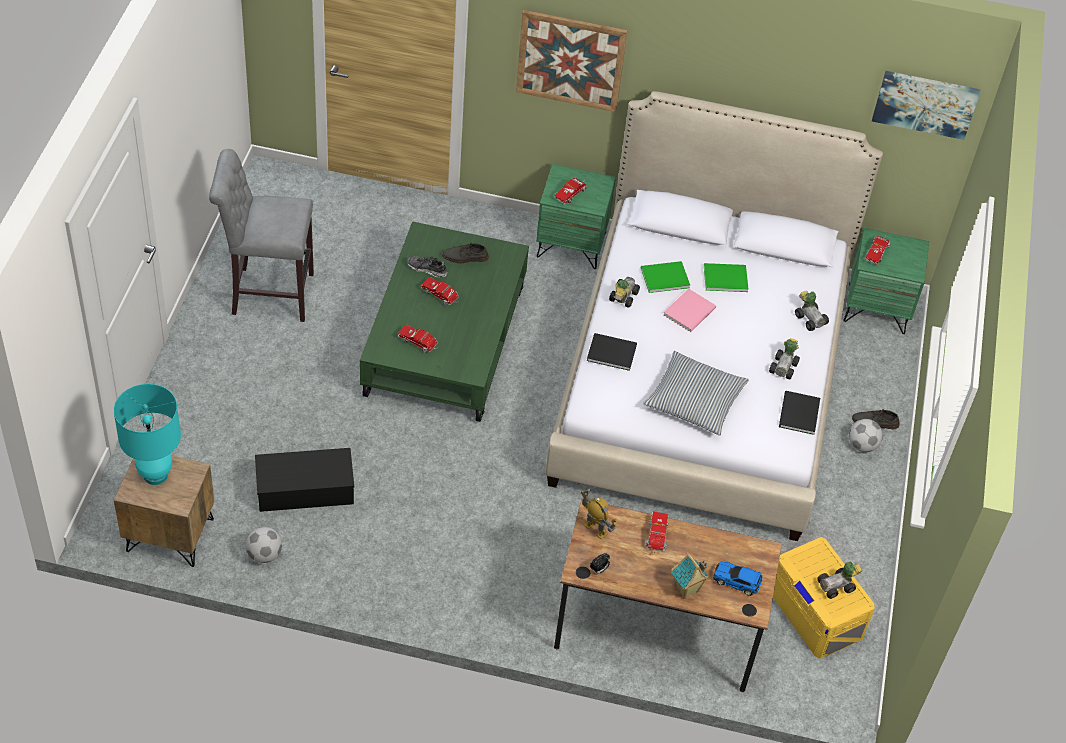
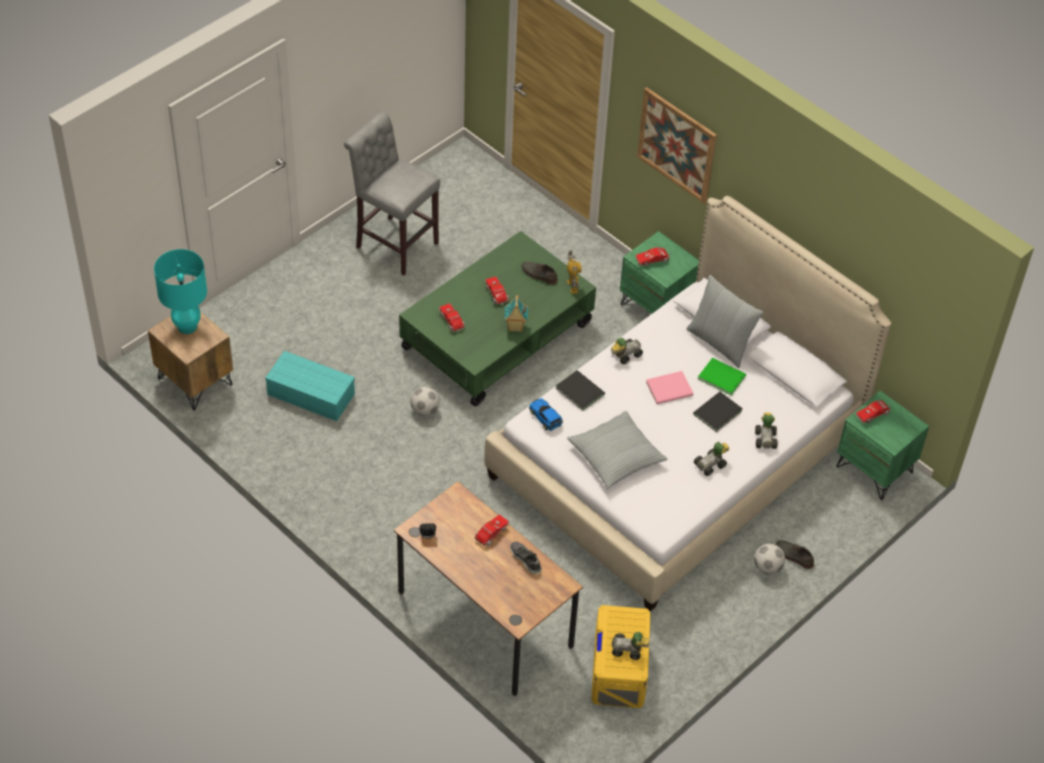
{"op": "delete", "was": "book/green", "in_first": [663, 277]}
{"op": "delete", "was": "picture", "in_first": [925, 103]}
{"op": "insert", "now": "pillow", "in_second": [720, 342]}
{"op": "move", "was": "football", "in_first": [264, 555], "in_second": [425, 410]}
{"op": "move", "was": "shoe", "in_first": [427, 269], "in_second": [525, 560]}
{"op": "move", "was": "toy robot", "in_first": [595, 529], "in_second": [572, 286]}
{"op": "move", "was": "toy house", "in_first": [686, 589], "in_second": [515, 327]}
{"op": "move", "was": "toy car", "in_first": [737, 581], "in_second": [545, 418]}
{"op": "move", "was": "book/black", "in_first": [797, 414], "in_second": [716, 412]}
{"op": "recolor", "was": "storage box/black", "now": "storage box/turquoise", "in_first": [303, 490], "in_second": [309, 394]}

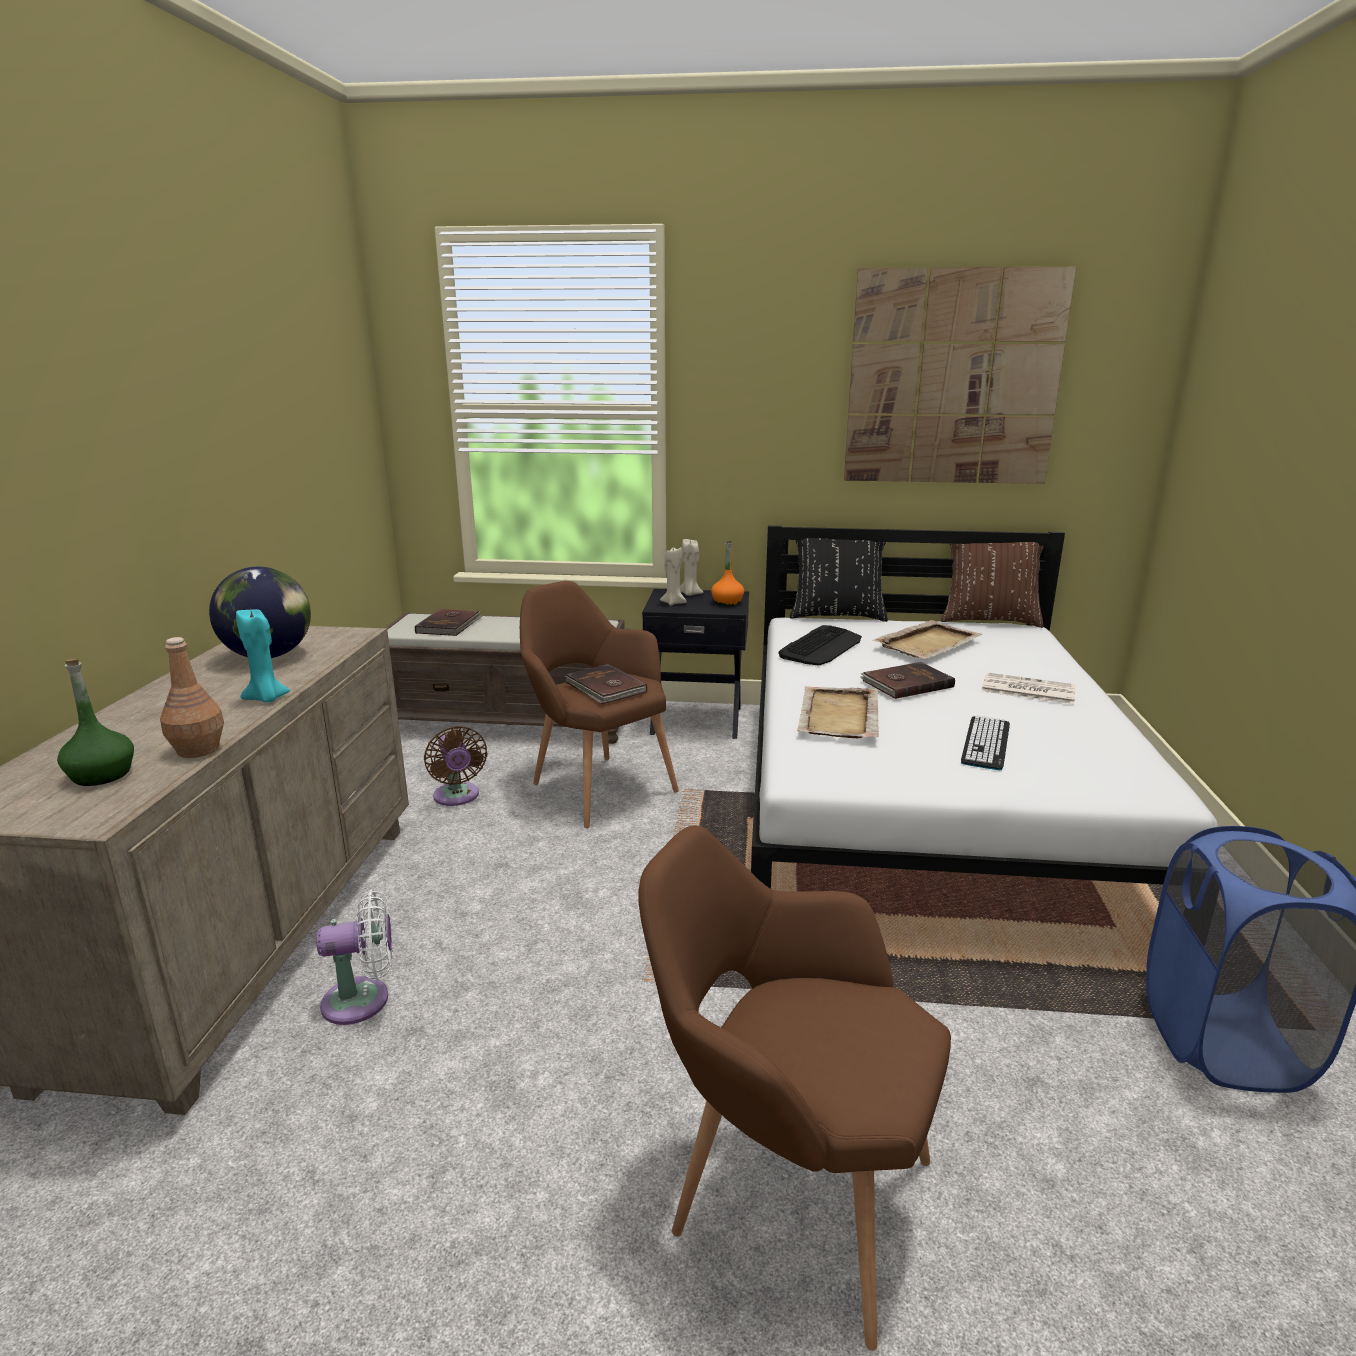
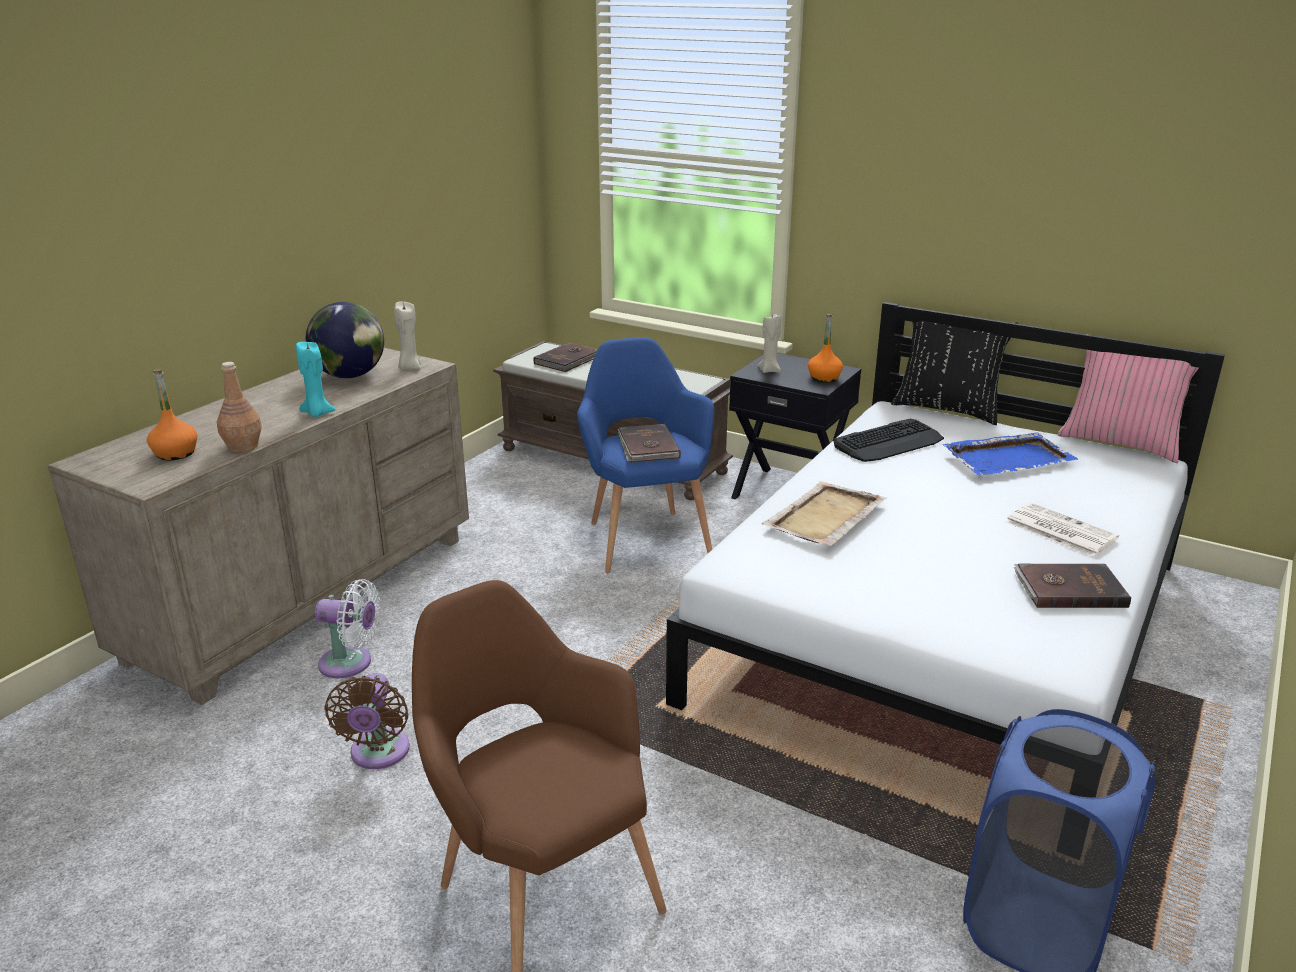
{"op": "delete", "was": "picture", "in_first": [953, 379]}
{"op": "delete", "was": "keyboard", "in_first": [986, 743]}
{"op": "move", "was": "fan/brown", "in_first": [457, 797], "in_second": [378, 754]}
{"op": "move", "was": "candle/beige", "in_first": [690, 594], "in_second": [409, 368]}
{"op": "move", "was": "book/brown", "in_first": [906, 683], "in_second": [1069, 589]}
{"op": "recolor", "was": "bottle/green", "now": "bottle/orange", "in_first": [101, 775], "in_second": [175, 453]}
{"op": "recolor", "was": "armchair/brown", "now": "armchair/blue", "in_first": [596, 785], "in_second": [644, 537]}
{"op": "recolor", "was": "tray/beige", "now": "tray/blue", "in_first": [928, 643], "in_second": [1009, 458]}
{"op": "recolor", "was": "pillow/brown", "now": "pillow/pink", "in_first": [989, 620], "in_second": [1120, 443]}

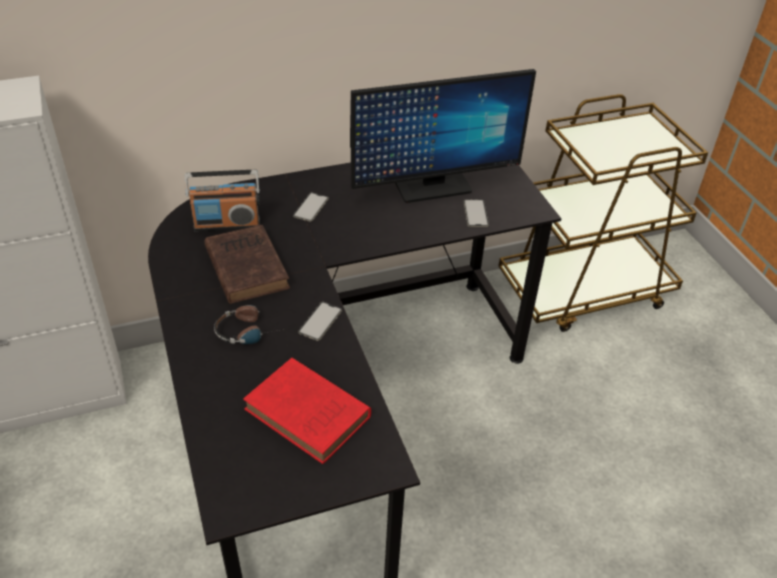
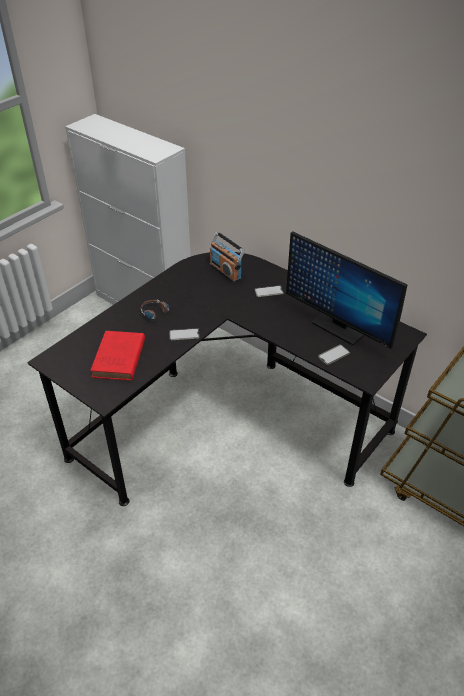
{"op": "delete", "was": "book/brown", "in_first": [246, 266]}

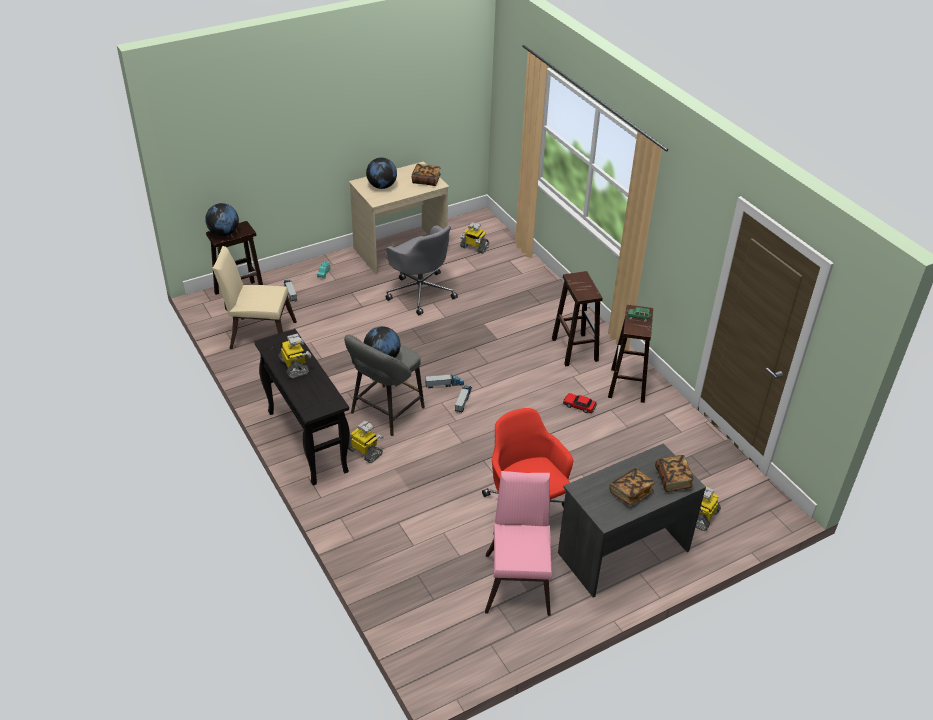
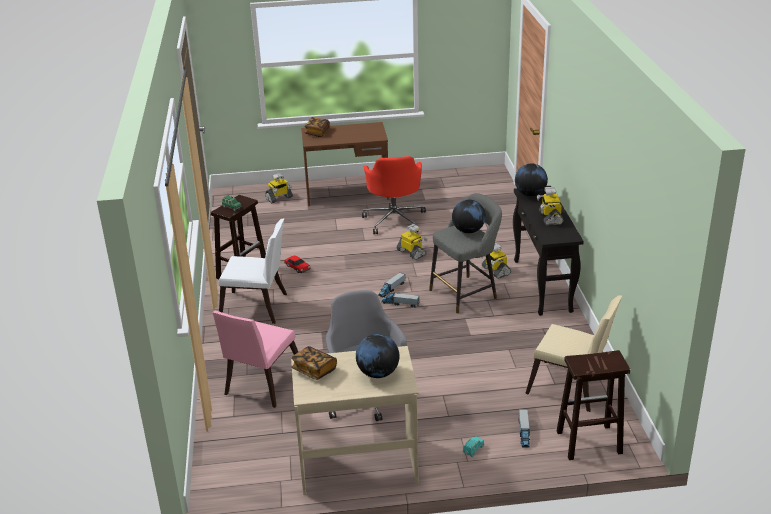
{"op": "delete", "was": "book", "in_first": [630, 492]}
{"op": "move", "was": "globe", "in_first": [224, 233], "in_second": [530, 194]}
{"op": "move", "was": "toy robot", "in_first": [474, 247], "in_second": [412, 253]}
{"op": "move", "was": "chair/pink", "in_first": [518, 579], "in_second": [261, 385]}
{"op": "replace", "was": "stool/brown", "now": "chair/white", "in_first": [574, 349], "in_second": [258, 308]}
{"op": "recolor", "was": "desk/grey", "now": "desk/brown", "in_first": [622, 551], "in_second": [347, 194]}

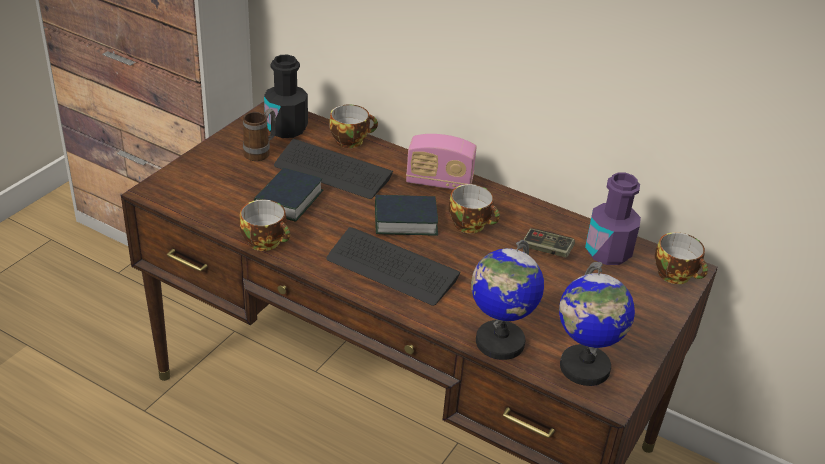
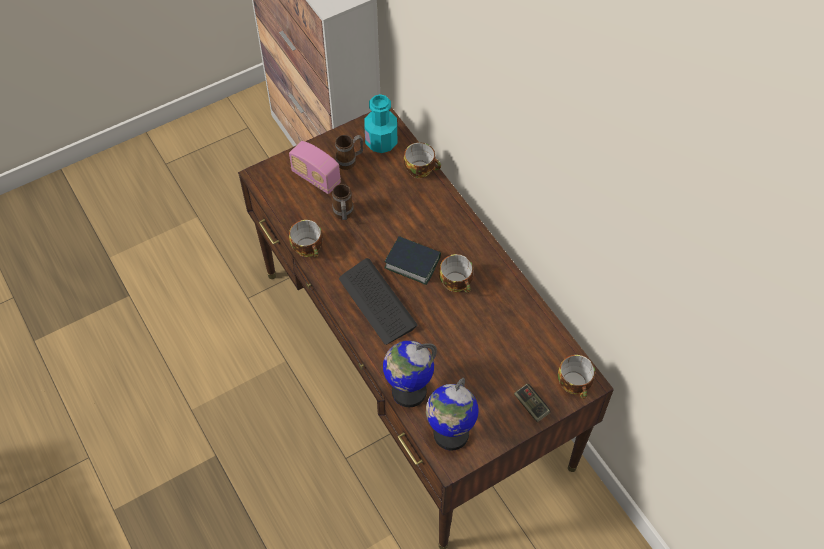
{"op": "delete", "was": "keyboard", "in_first": [332, 171]}
{"op": "delete", "was": "bottle/purple", "in_first": [608, 252]}
{"op": "move", "was": "radio", "in_first": [439, 182], "in_second": [316, 178]}
{"op": "move", "was": "game controller", "in_first": [547, 250], "in_second": [531, 406]}
{"op": "replace", "was": "book", "now": "mug", "in_first": [288, 200], "in_second": [343, 215]}
{"op": "recolor", "was": "bottle/black", "now": "bottle/turquoise", "in_first": [286, 128], "in_second": [381, 142]}

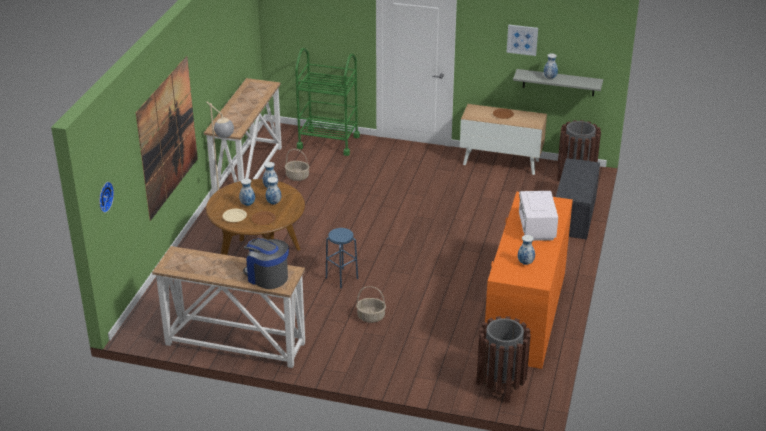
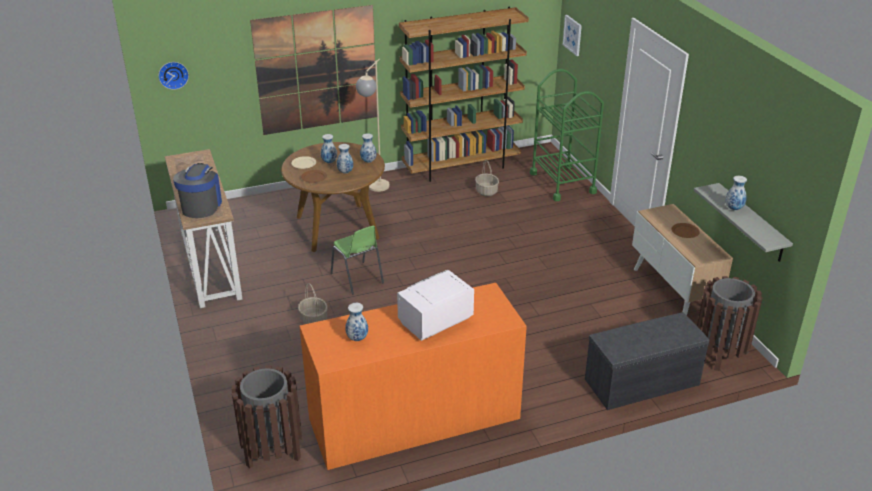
{"op": "move", "was": "picture", "in_first": [522, 39], "in_second": [572, 35]}
{"op": "replace", "was": "console table", "now": "bookcase/brown", "in_first": [248, 172], "in_second": [461, 167]}
{"op": "replace", "was": "stool/blue", "now": "chair/green", "in_first": [342, 278], "in_second": [357, 278]}

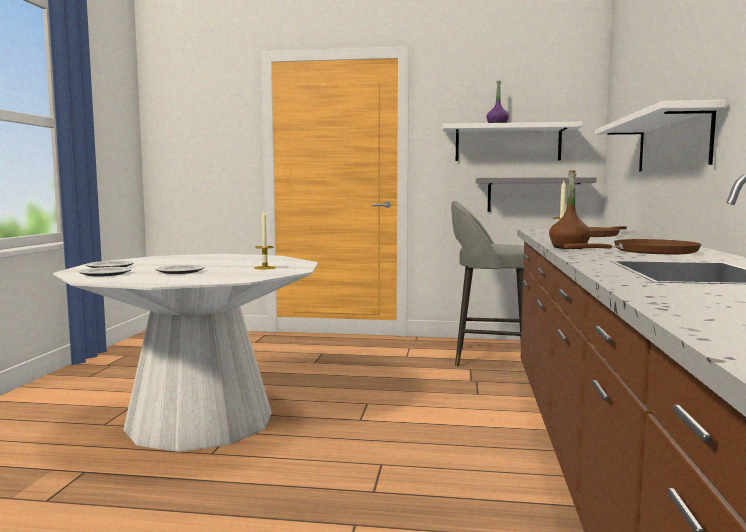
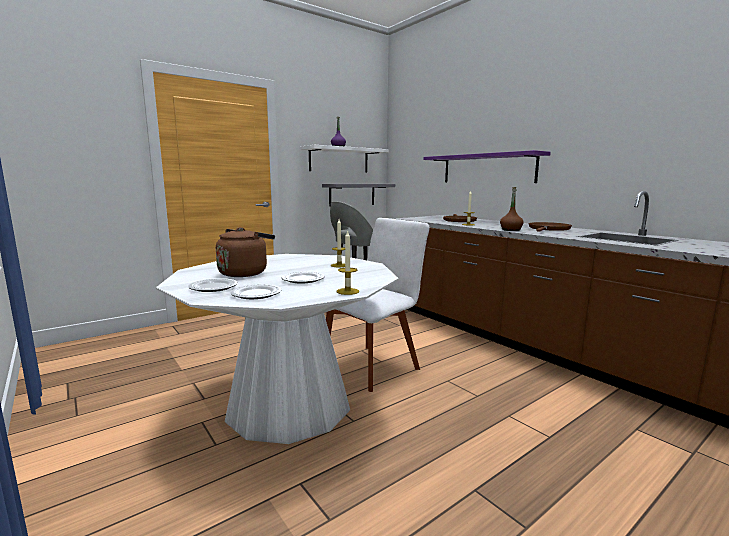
{"op": "insert", "now": "kettle/brown", "in_second": [245, 273]}
{"op": "insert", "now": "chair/white", "in_second": [373, 365]}
{"op": "insert", "now": "candle", "in_second": [347, 291]}
{"op": "recolor", "was": "shelf/white", "now": "shelf/purple", "in_first": [672, 143], "in_second": [487, 169]}

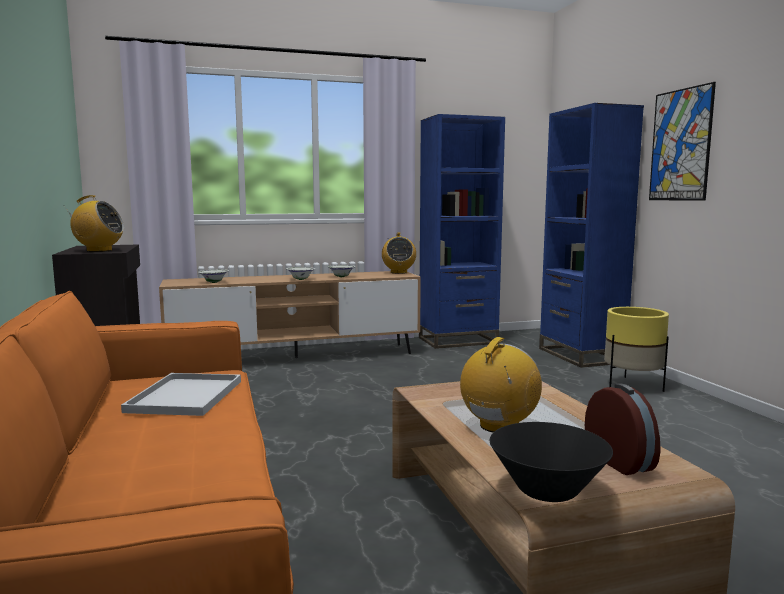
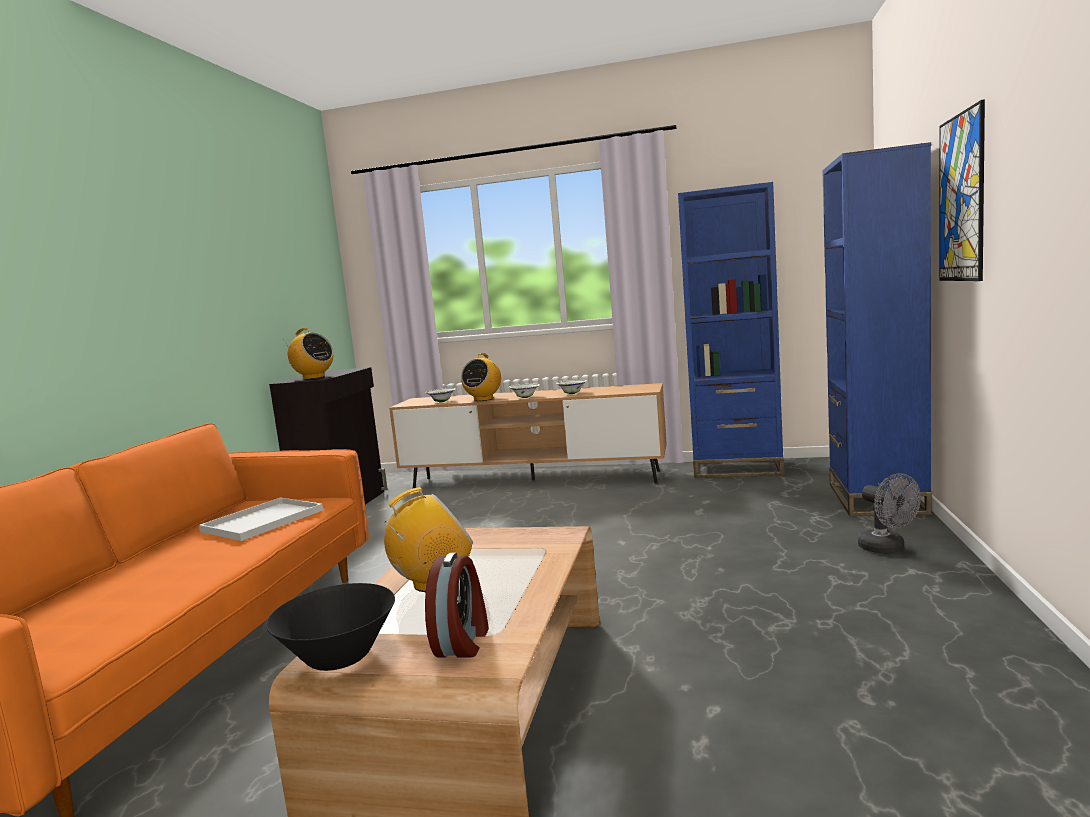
{"op": "move", "was": "radio", "in_first": [398, 272], "in_second": [483, 399]}
{"op": "replace", "was": "planter/yellow", "now": "fan/grey", "in_first": [632, 386], "in_second": [887, 549]}

